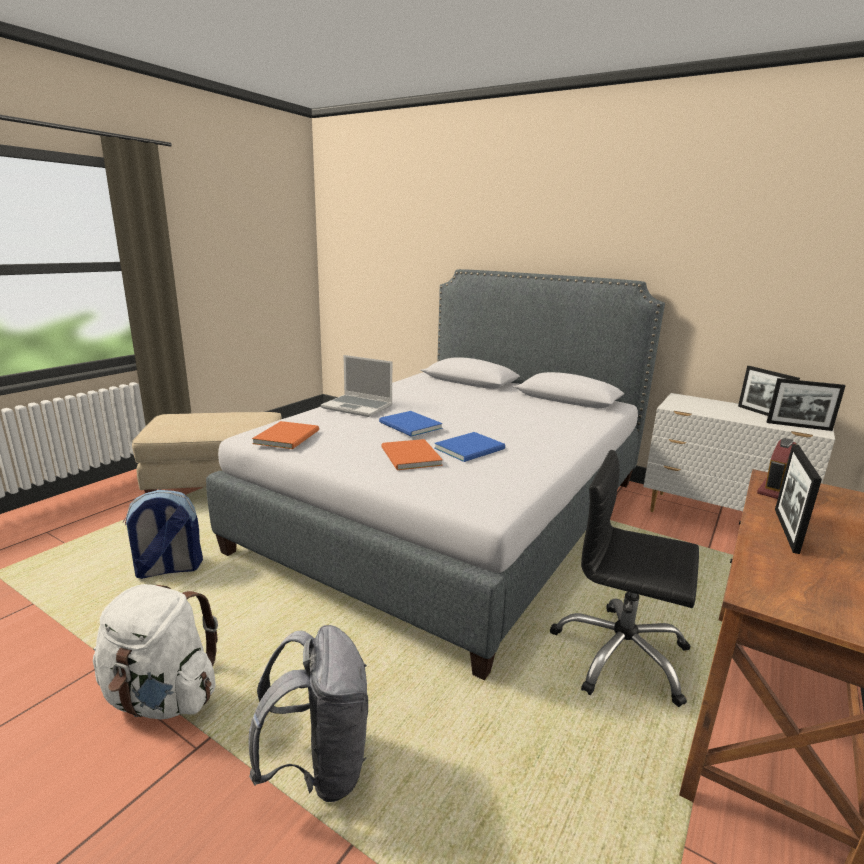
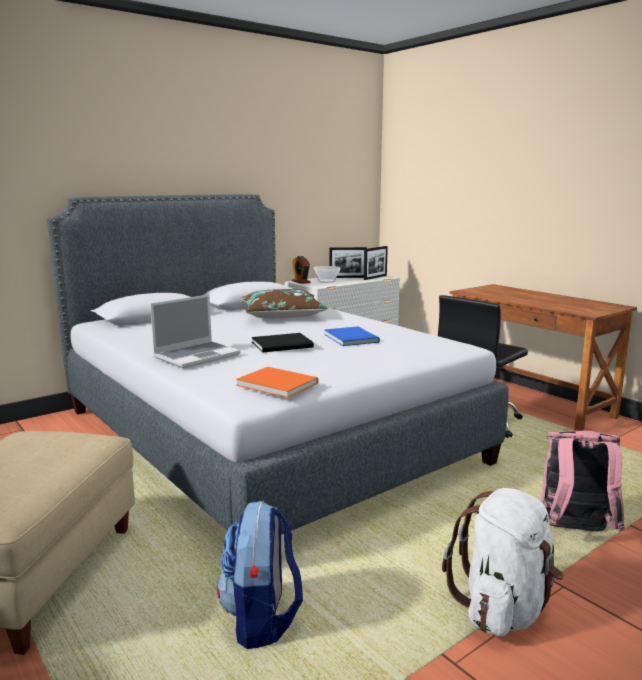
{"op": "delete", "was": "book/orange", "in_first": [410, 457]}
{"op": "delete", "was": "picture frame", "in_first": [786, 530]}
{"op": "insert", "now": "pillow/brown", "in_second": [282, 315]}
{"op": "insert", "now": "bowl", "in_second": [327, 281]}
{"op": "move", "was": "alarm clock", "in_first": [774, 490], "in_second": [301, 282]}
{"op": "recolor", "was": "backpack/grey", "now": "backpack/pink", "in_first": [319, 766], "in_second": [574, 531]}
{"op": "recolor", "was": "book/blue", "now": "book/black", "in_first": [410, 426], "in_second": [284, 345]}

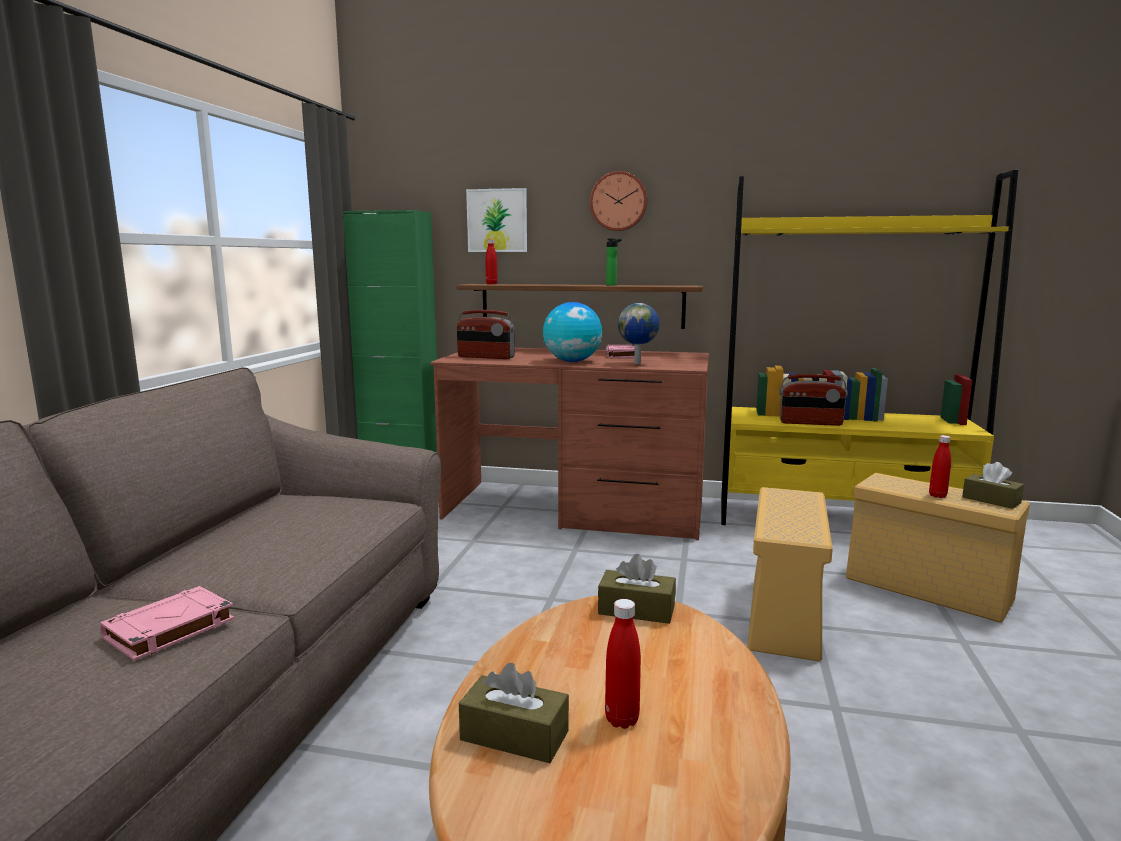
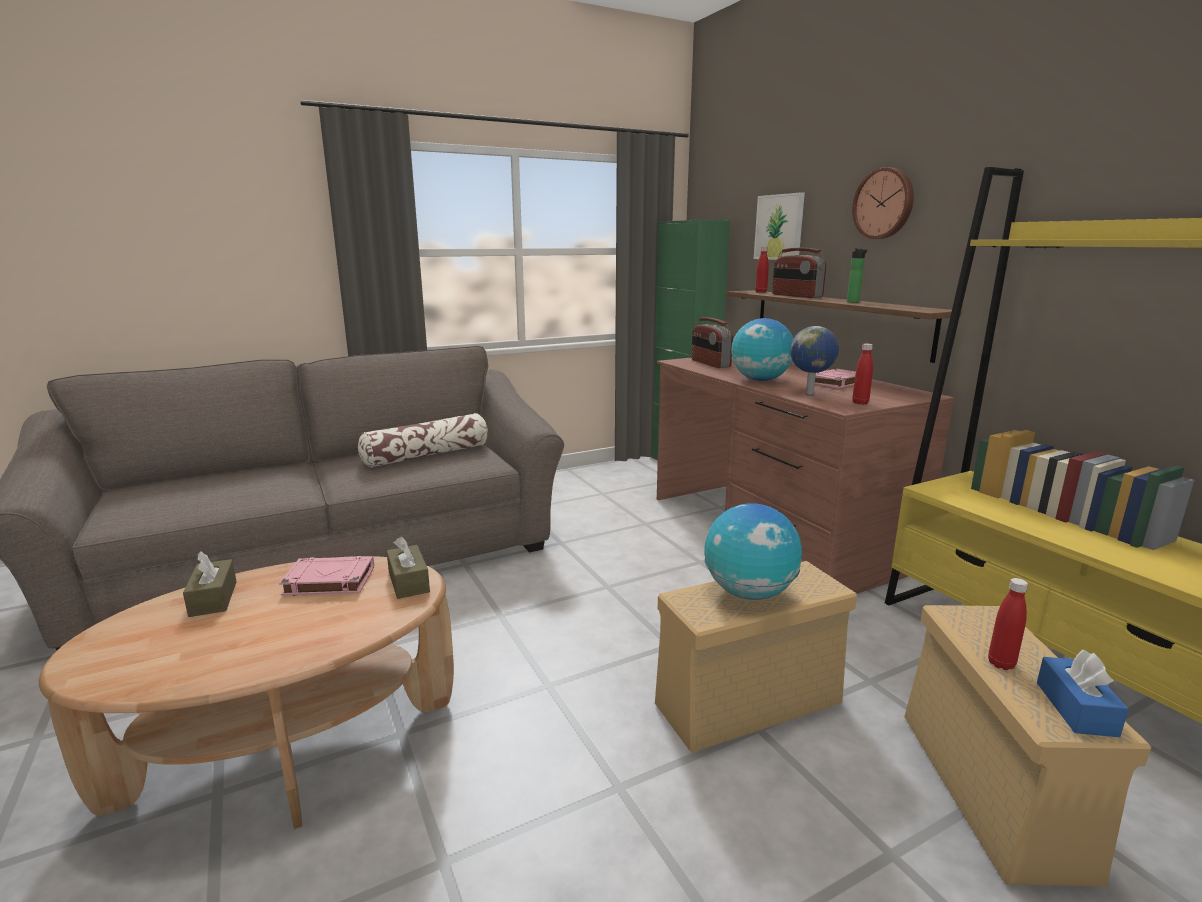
{"op": "insert", "now": "pillow", "in_second": [427, 455]}
{"op": "insert", "now": "globe", "in_second": [749, 593]}
{"op": "move", "was": "book/pink", "in_first": [168, 629], "in_second": [328, 581]}
{"op": "move", "was": "bottle/red", "in_first": [622, 720], "in_second": [860, 403]}
{"op": "move", "was": "radio", "in_first": [810, 423], "in_second": [796, 296]}
{"op": "recolor", "was": "tissue box/brown", "now": "tissue box/blue", "in_first": [991, 500], "in_second": [1075, 709]}

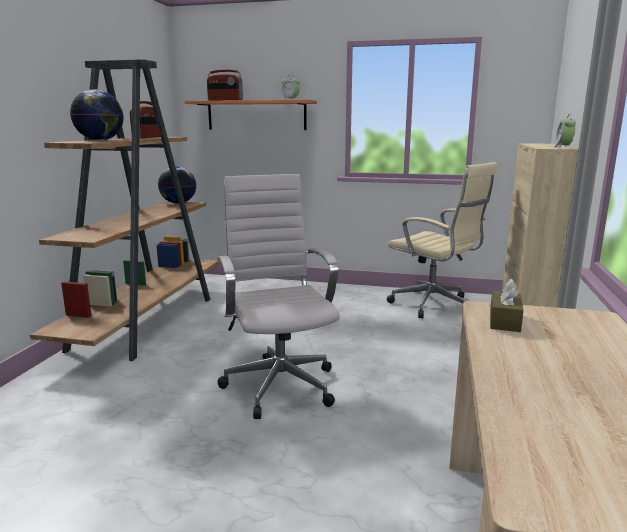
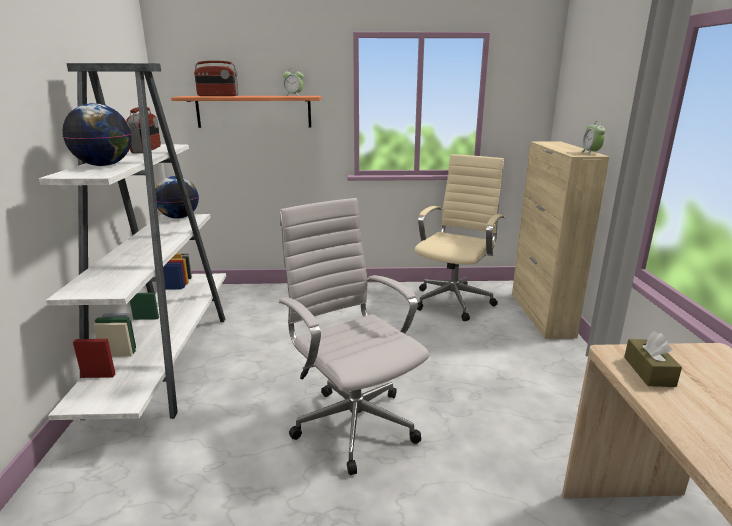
{"op": "recolor", "was": "bookcase/brown", "now": "bookcase/white", "in_first": [147, 322], "in_second": [165, 359]}
{"op": "rotate", "was": "office chair/beige", "in_first": [434, 306], "in_second": [454, 300], "clockwise": -90}

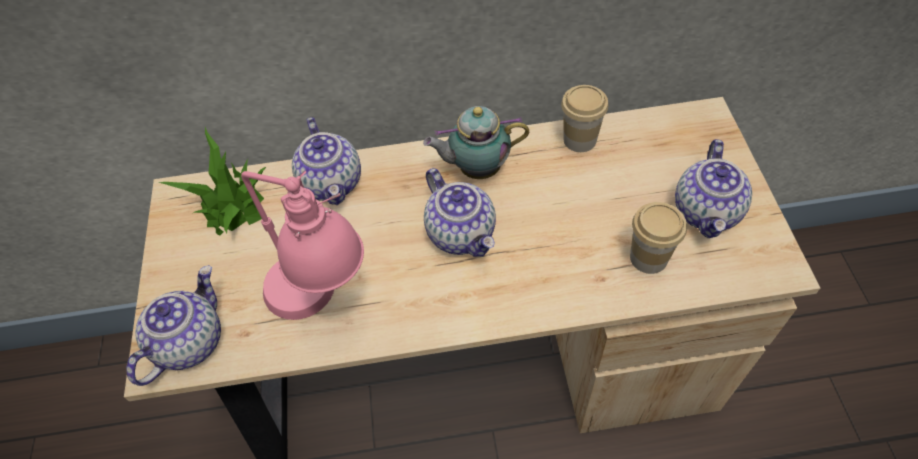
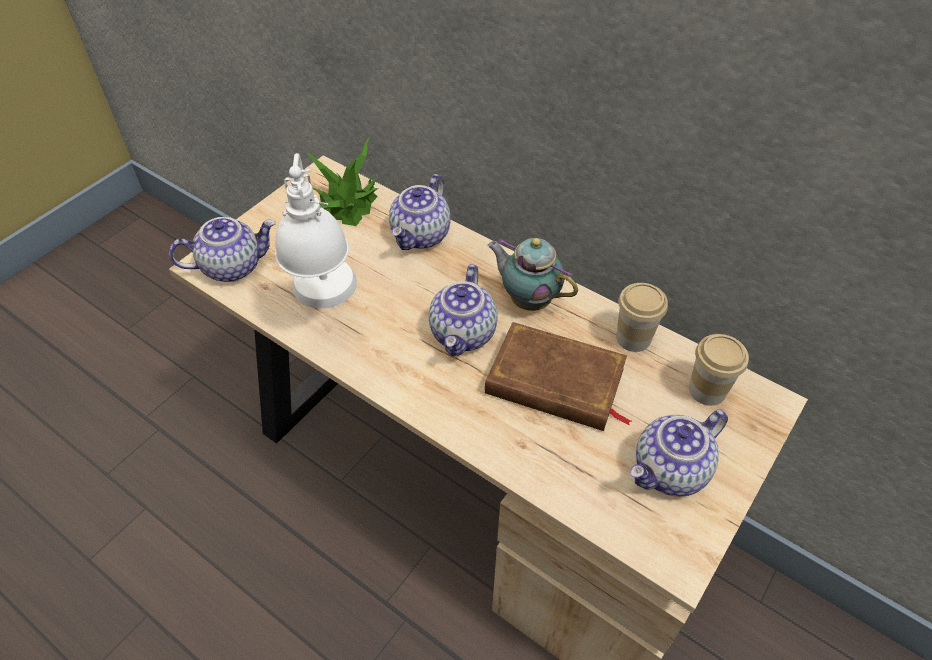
{"op": "insert", "now": "book/brown", "in_second": [555, 383]}
{"op": "move", "was": "cup", "in_first": [648, 257], "in_second": [707, 390]}
{"op": "recolor", "was": "table lamp/pink", "now": "table lamp/white", "in_first": [324, 302], "in_second": [328, 305]}

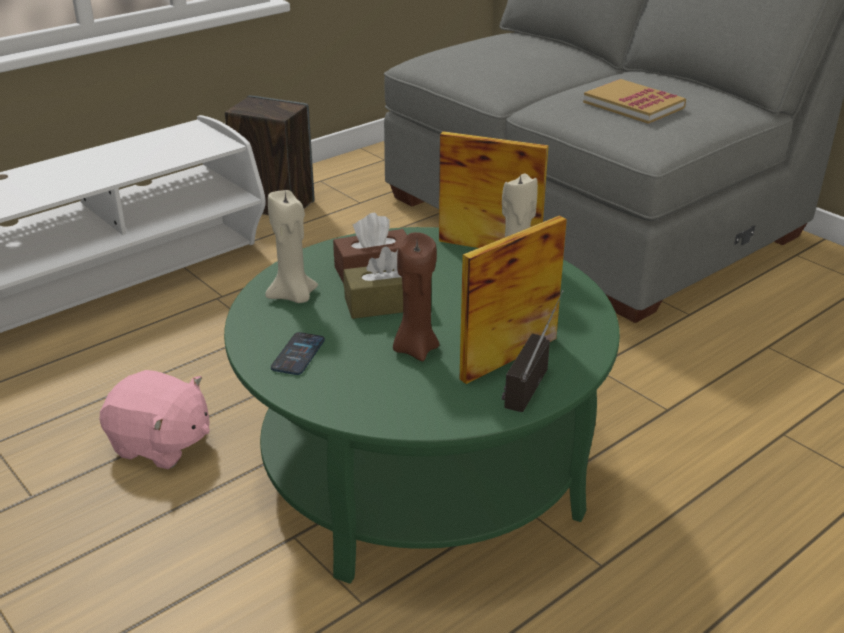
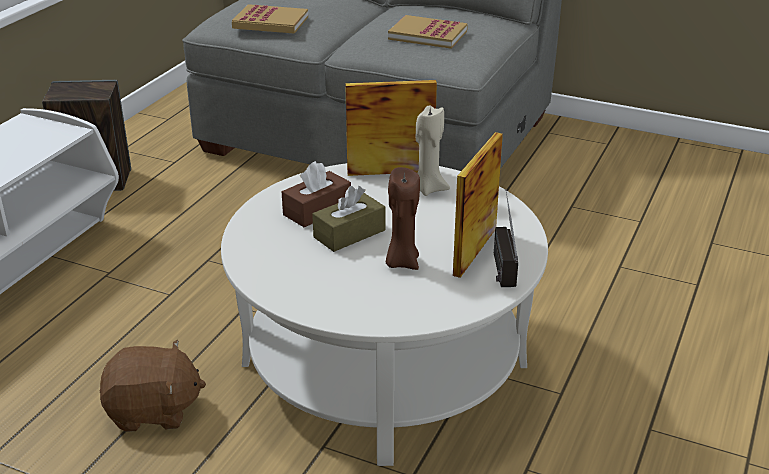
{"op": "delete", "was": "candle/beige", "in_first": [294, 296]}
{"op": "delete", "was": "phone", "in_first": [298, 354]}
{"op": "insert", "now": "book", "in_second": [270, 22]}
{"op": "recolor", "was": "plush toy/pink", "now": "plush toy/brown", "in_first": [161, 445], "in_second": [153, 411]}
{"op": "recolor", "was": "coffee table/green", "now": "coffee table/white", "in_first": [422, 466], "in_second": [384, 363]}

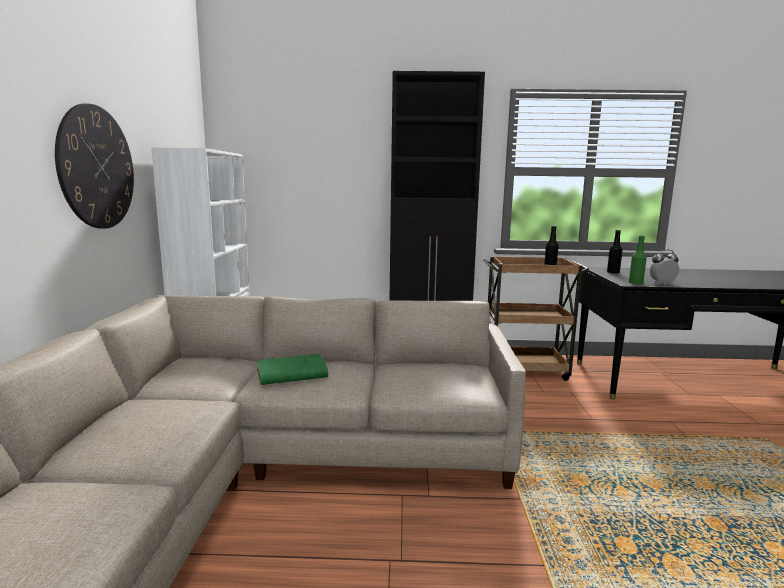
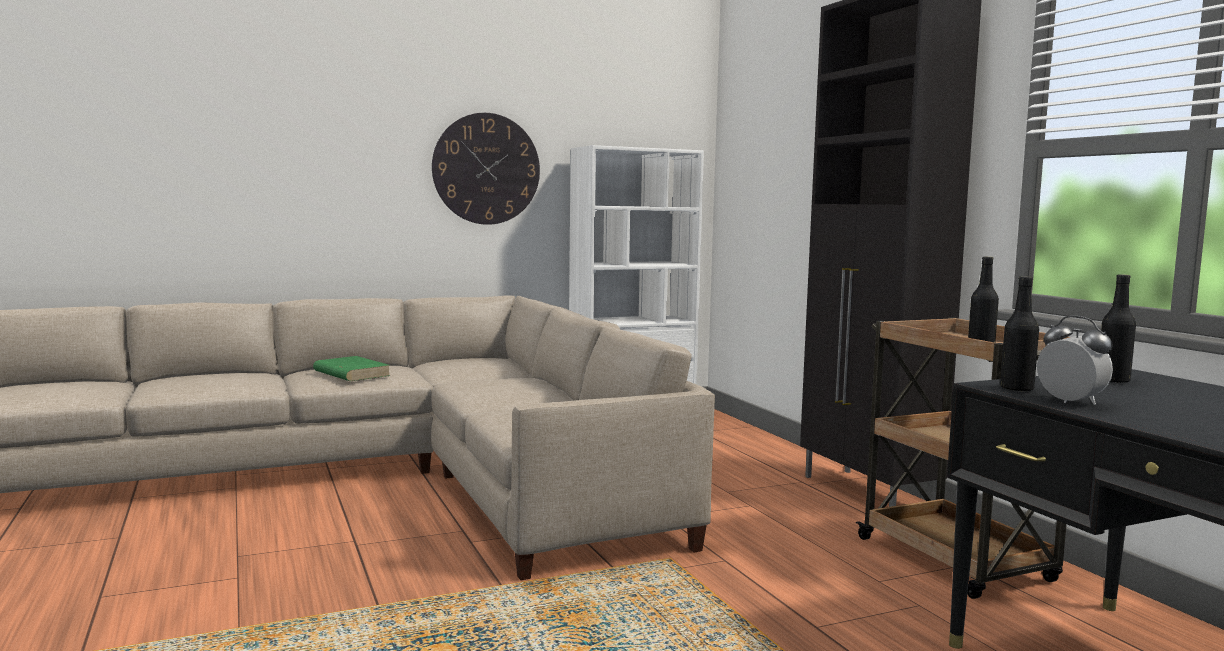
{"op": "move", "was": "book/green", "in_first": [291, 374], "in_second": [351, 373]}
{"op": "recolor", "was": "bottle/green", "now": "bottle/black", "in_first": [635, 283], "in_second": [1016, 389]}

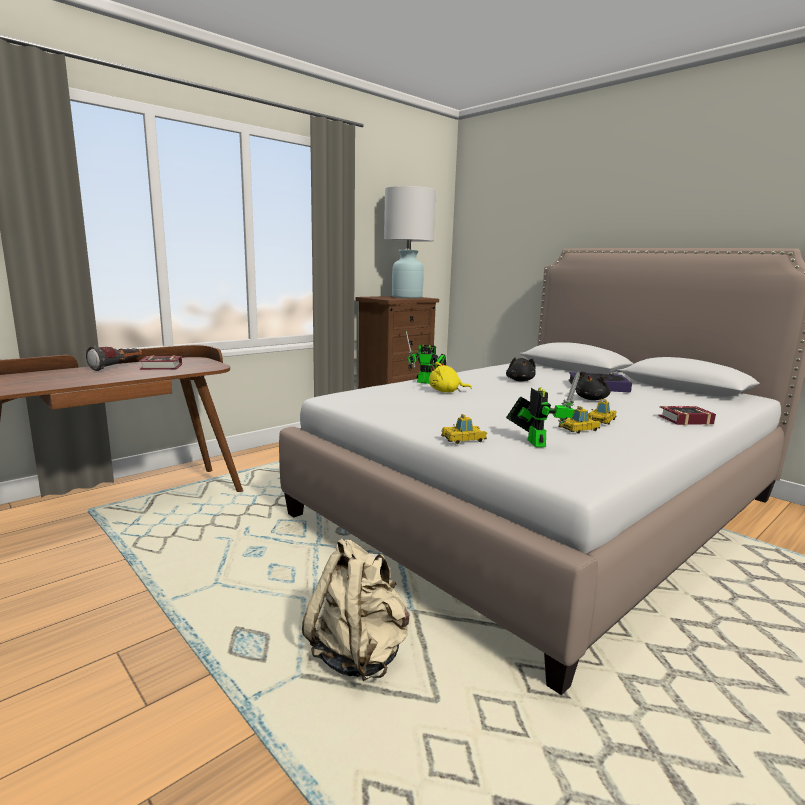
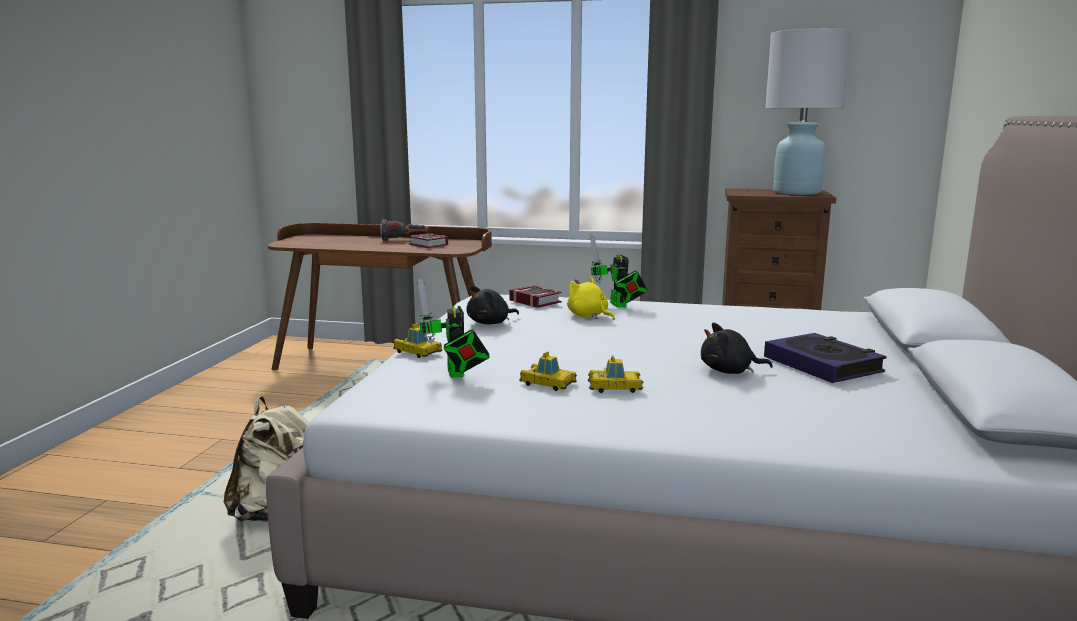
{"op": "move", "was": "plush toy/black", "in_first": [520, 380], "in_second": [491, 323]}
{"op": "move", "was": "book", "in_first": [683, 420], "in_second": [534, 301]}
{"op": "rotate", "was": "toy robot", "in_first": [534, 442], "in_second": [456, 374], "clockwise": 120}

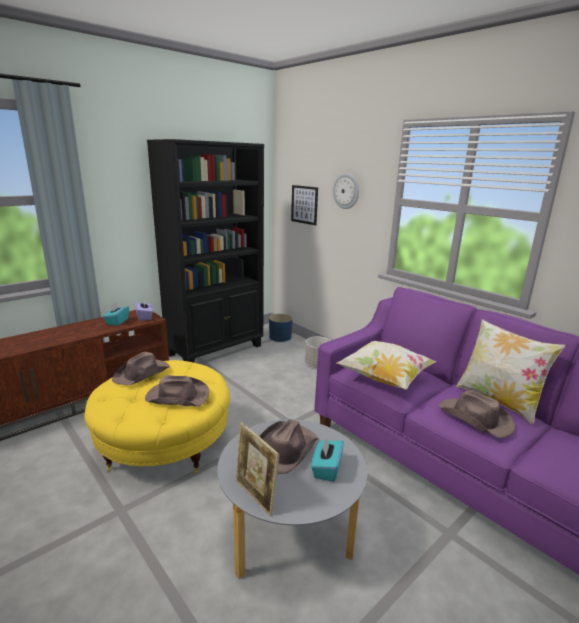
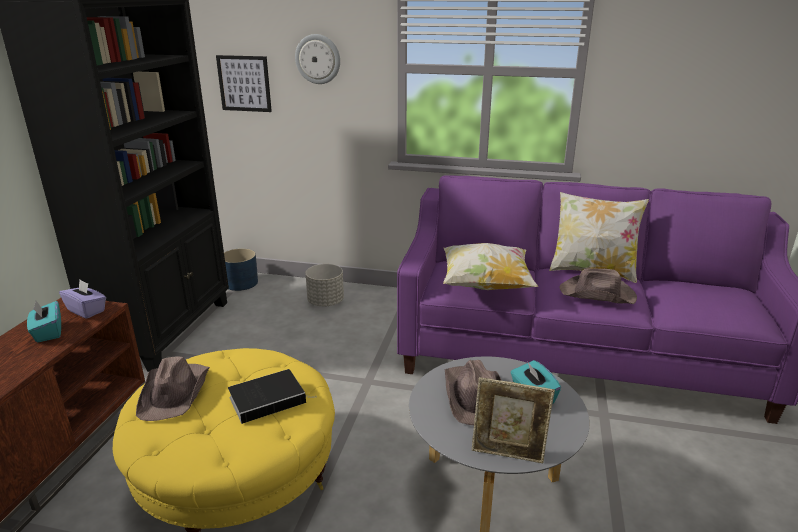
{"op": "replace", "was": "hat/brown", "now": "book", "in_first": [177, 396], "in_second": [269, 398]}

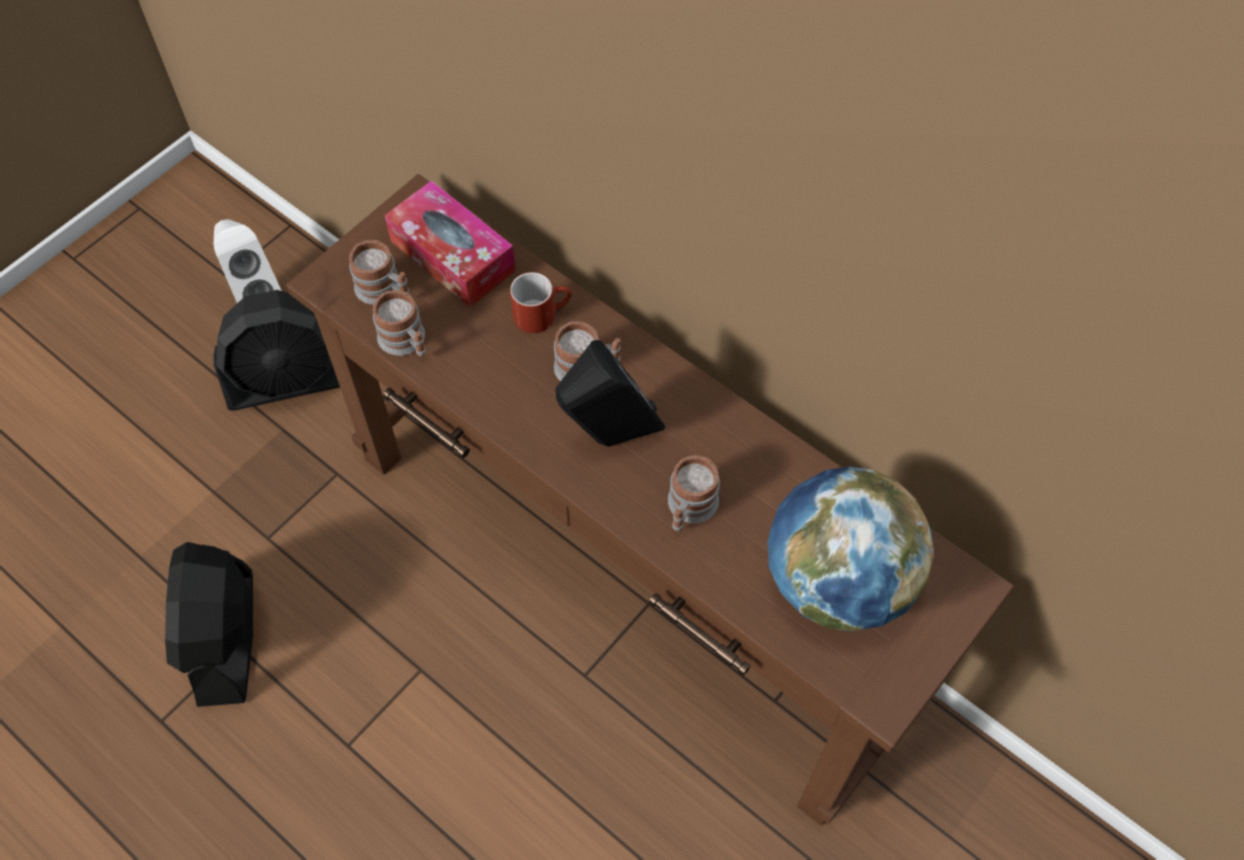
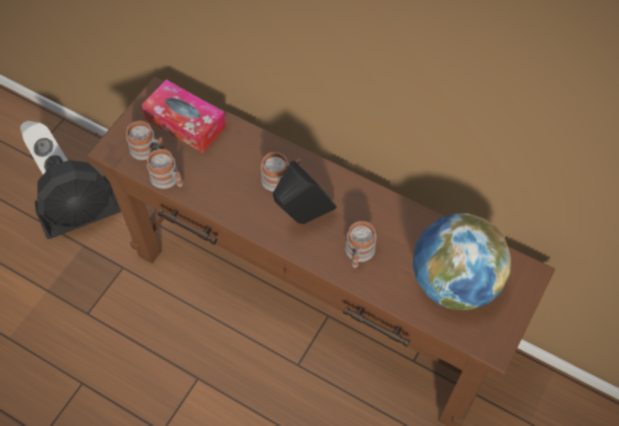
{"op": "delete", "was": "fan/black", "in_first": [225, 638]}
{"op": "delete", "was": "mug/red", "in_first": [542, 313]}

